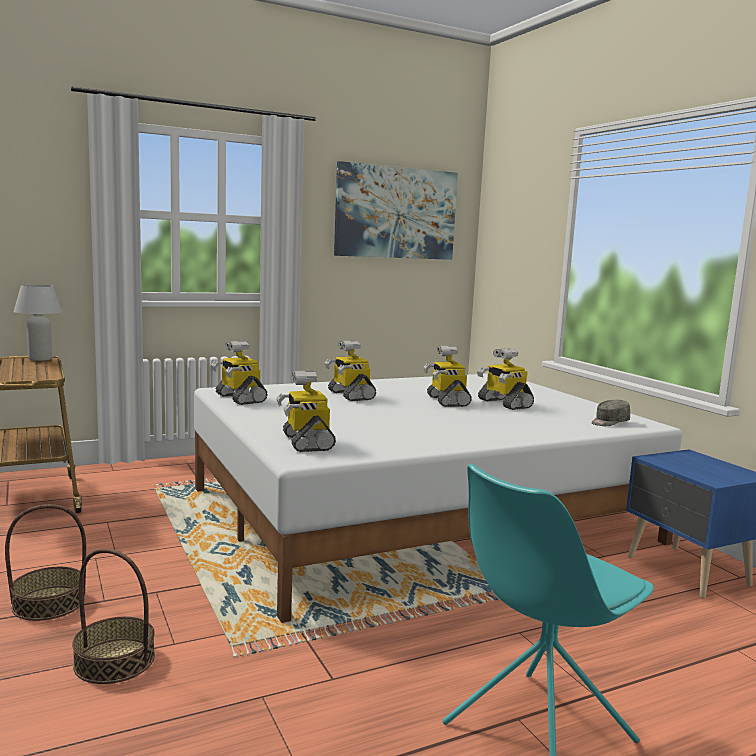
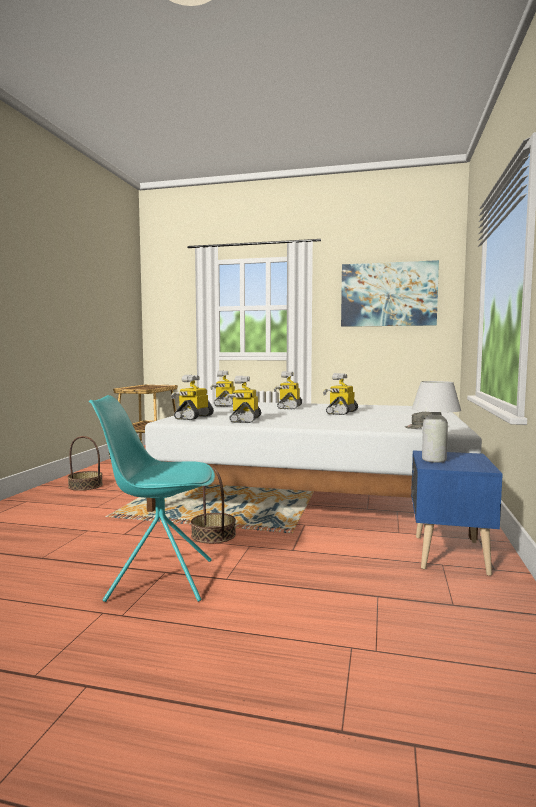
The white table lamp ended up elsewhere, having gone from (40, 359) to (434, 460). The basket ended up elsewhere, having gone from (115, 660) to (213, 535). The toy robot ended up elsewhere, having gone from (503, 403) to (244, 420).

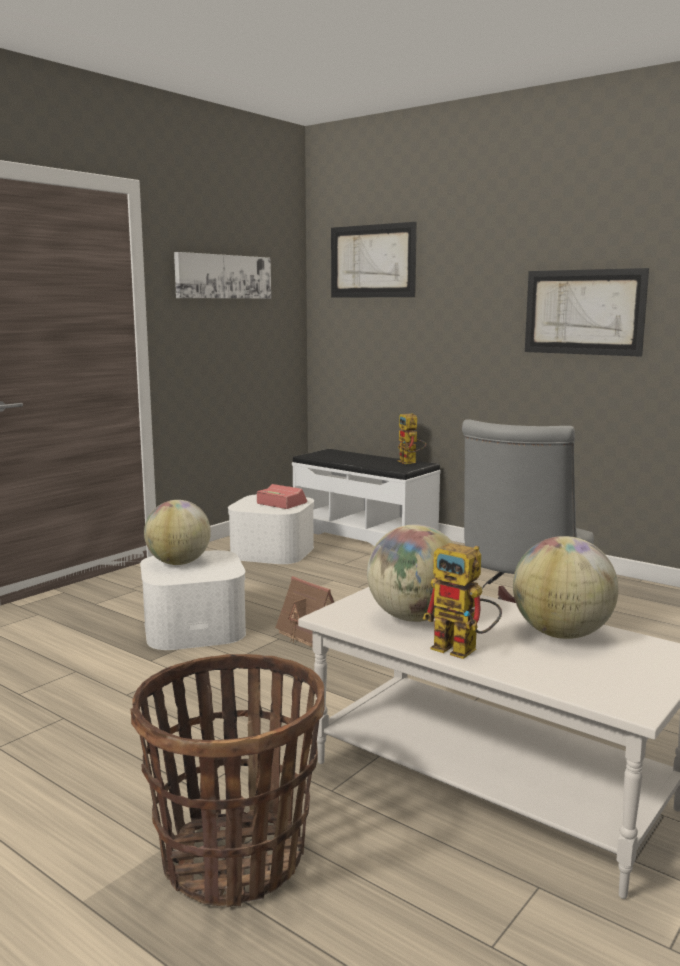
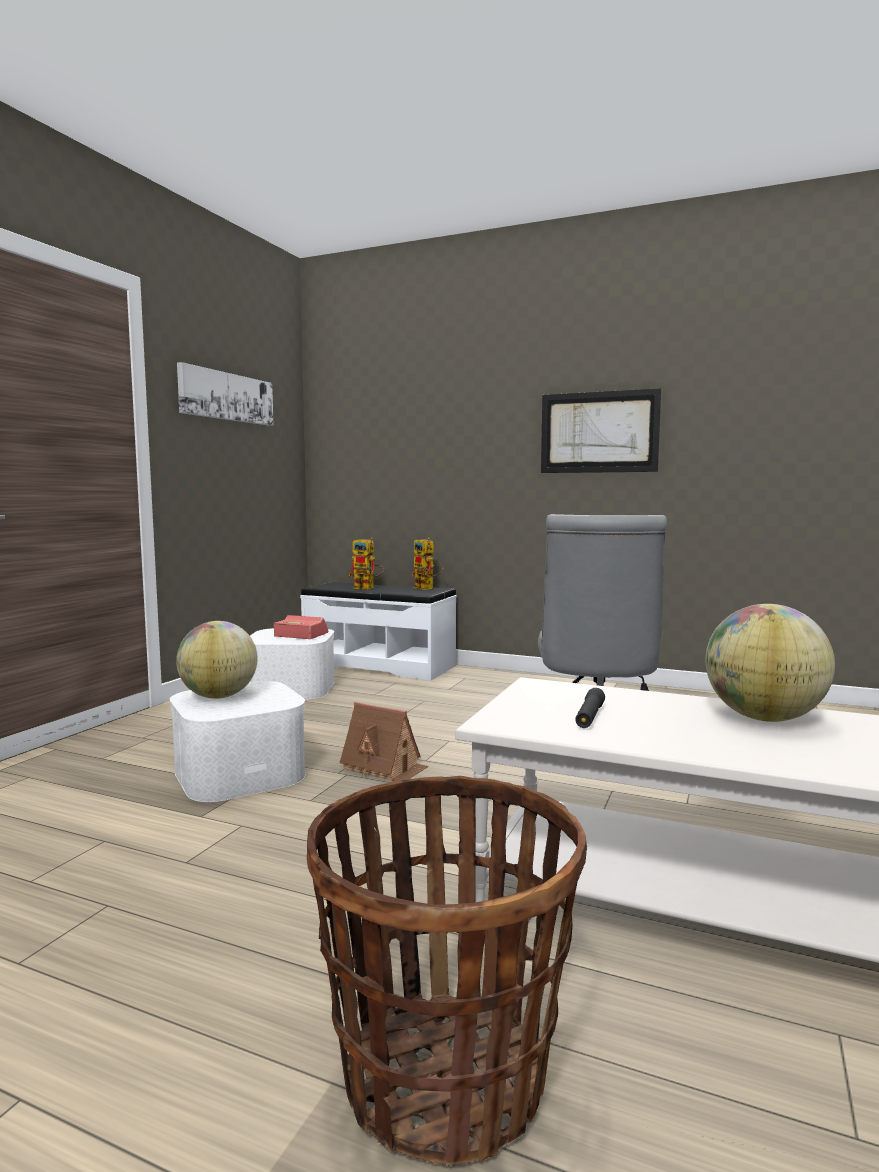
The second view lost the picture at (372, 261). Where the globe stood at (413, 618), the black flashlight came to stand at (589, 717). The toy robot ended up elsewhere, having gone from (464, 650) to (368, 588).

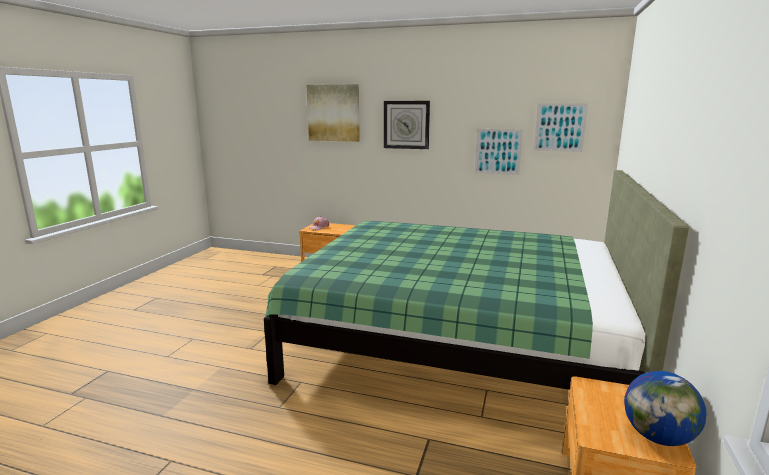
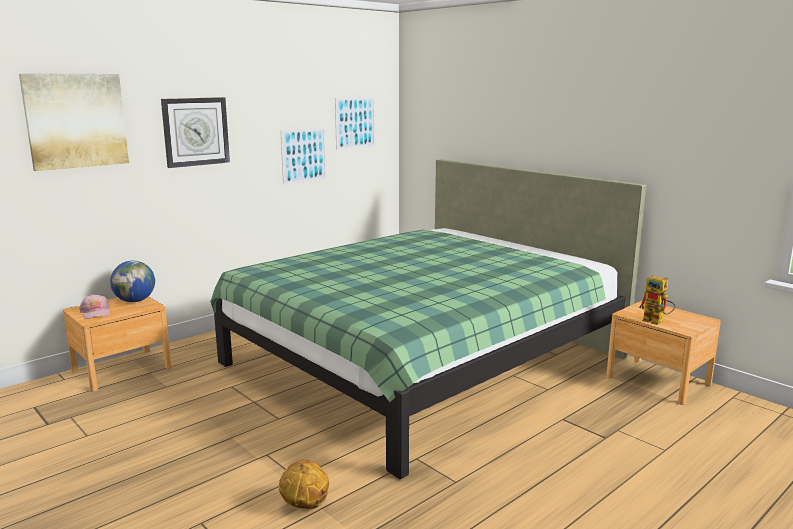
The globe ended up elsewhere, having gone from (658, 437) to (135, 301). The second view gained the basketball at (304, 505). The second view gained the toy robot at (657, 322).

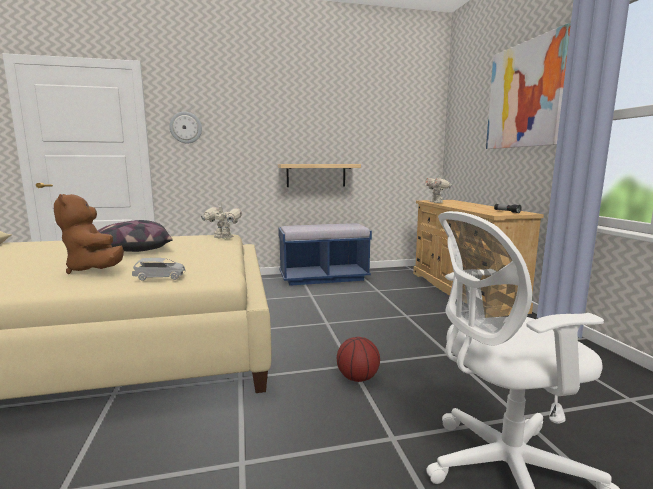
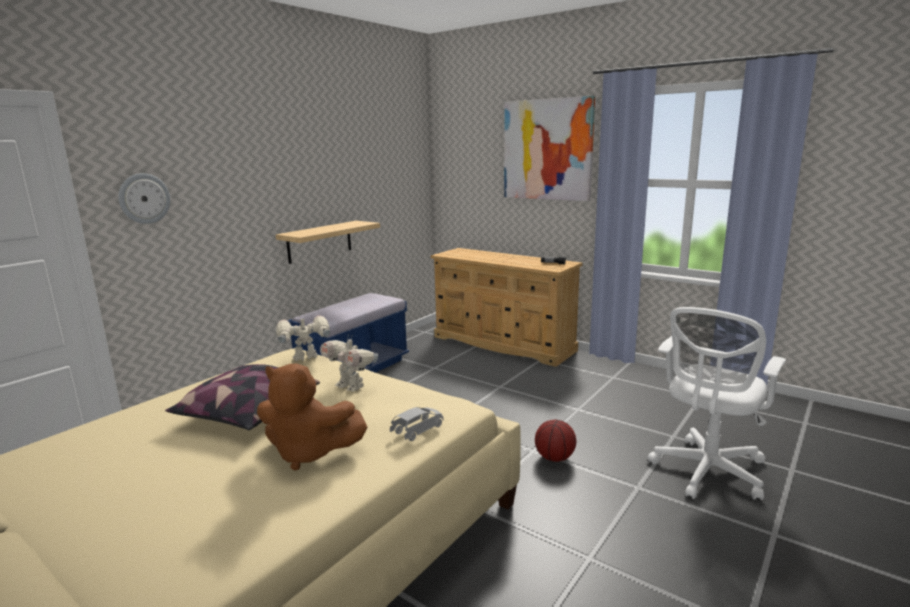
The toy robot ended up elsewhere, having gone from (436, 202) to (351, 386).

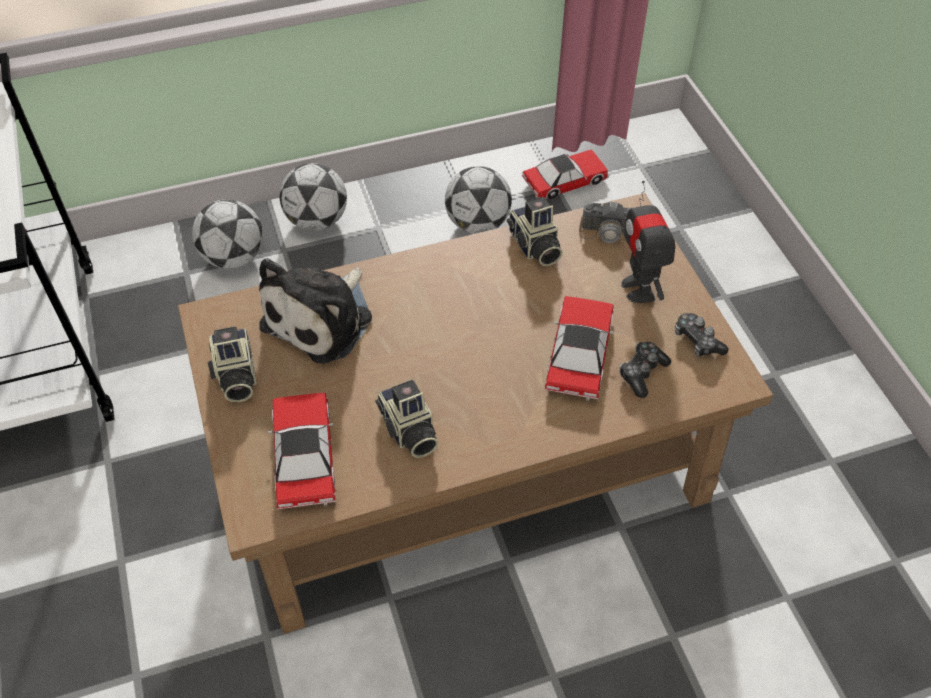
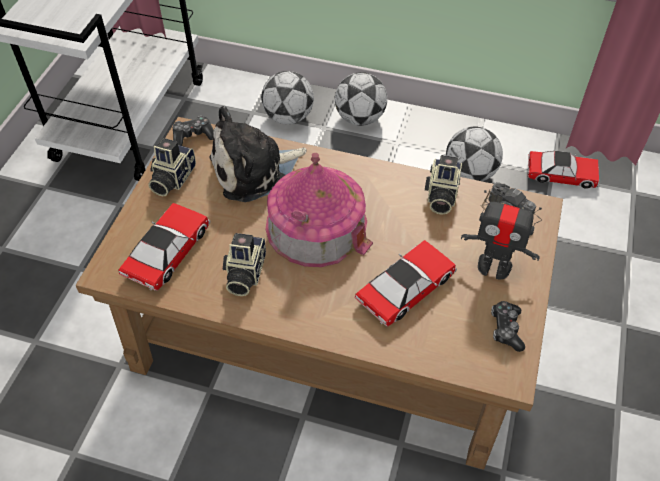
The game controller ended up elsewhere, having gone from (642, 373) to (193, 136). The toy robot at (639, 288) ended up facing another way, 90 degrees counterclockwise from before. The second view gained the toy house at (316, 225).

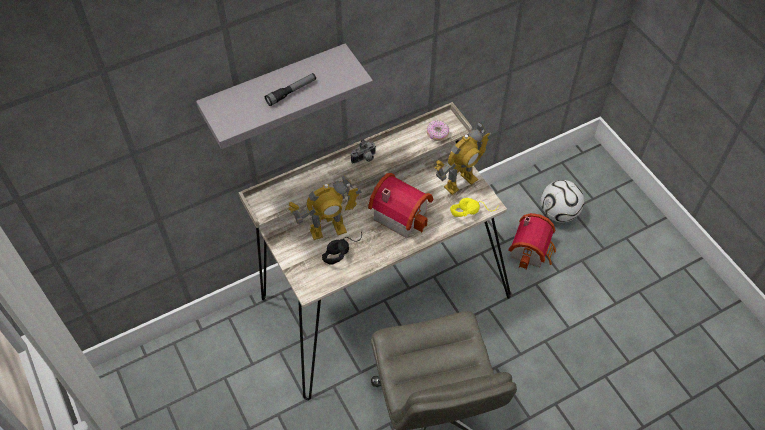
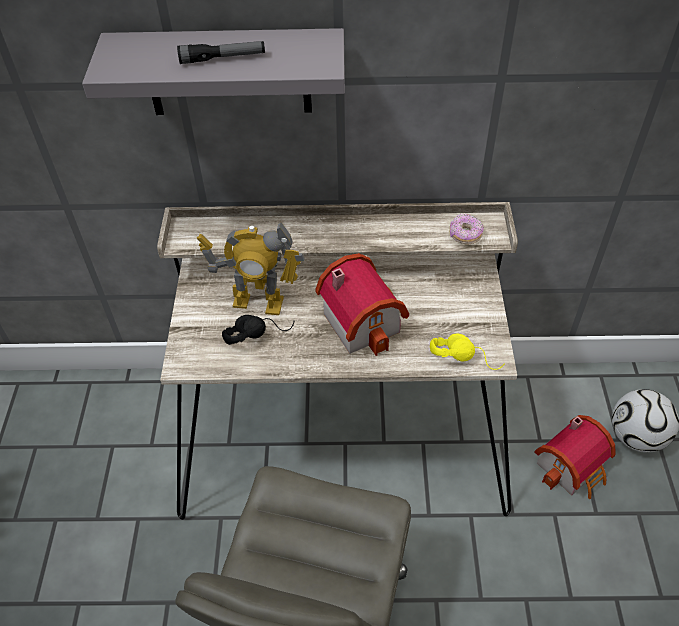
The second view lost the photo camera at (364, 159). The second view lost the toy robot at (460, 182).

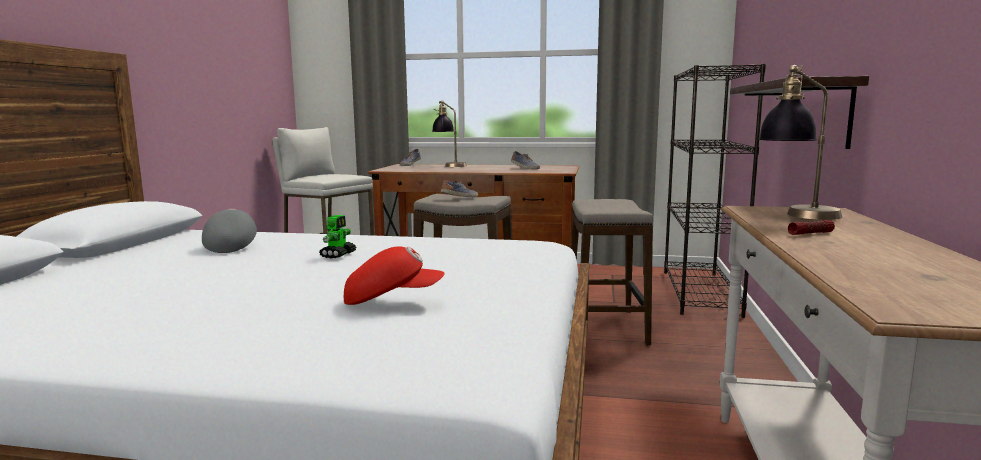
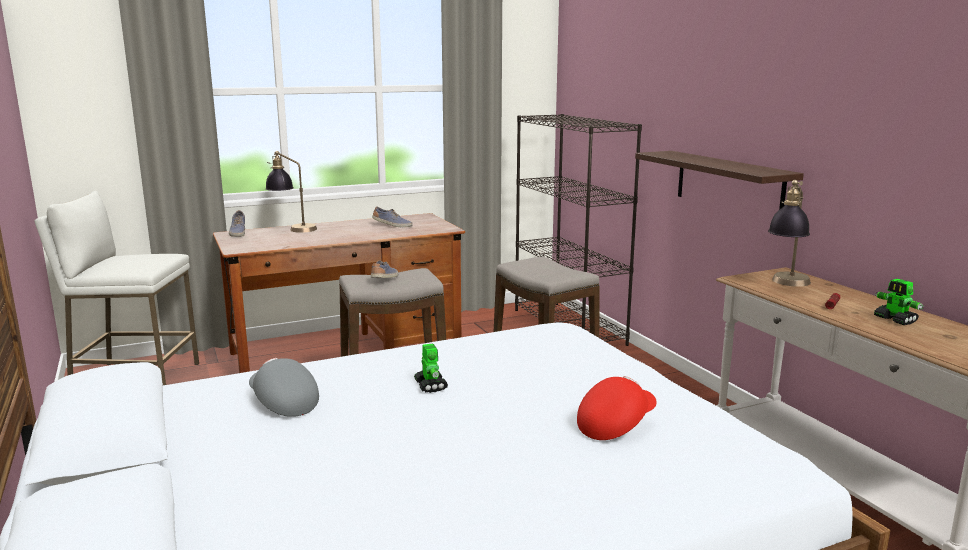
The second view gained the toy robot at (895, 320).

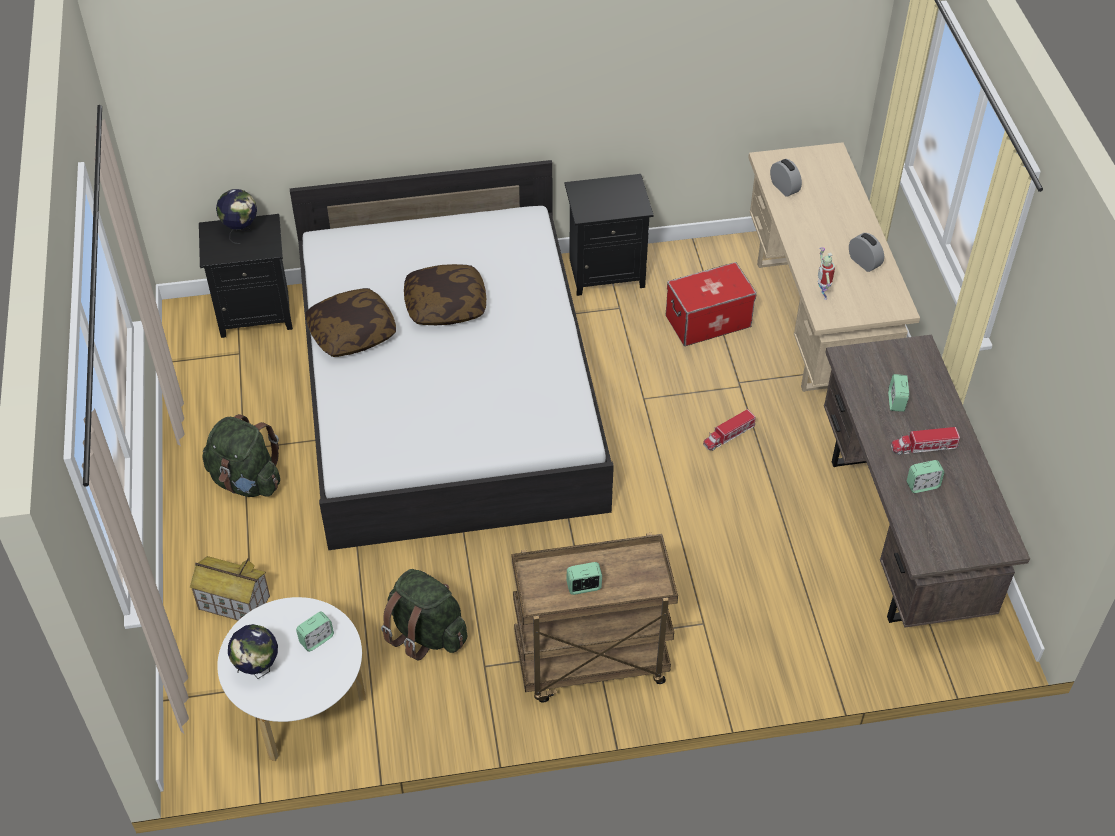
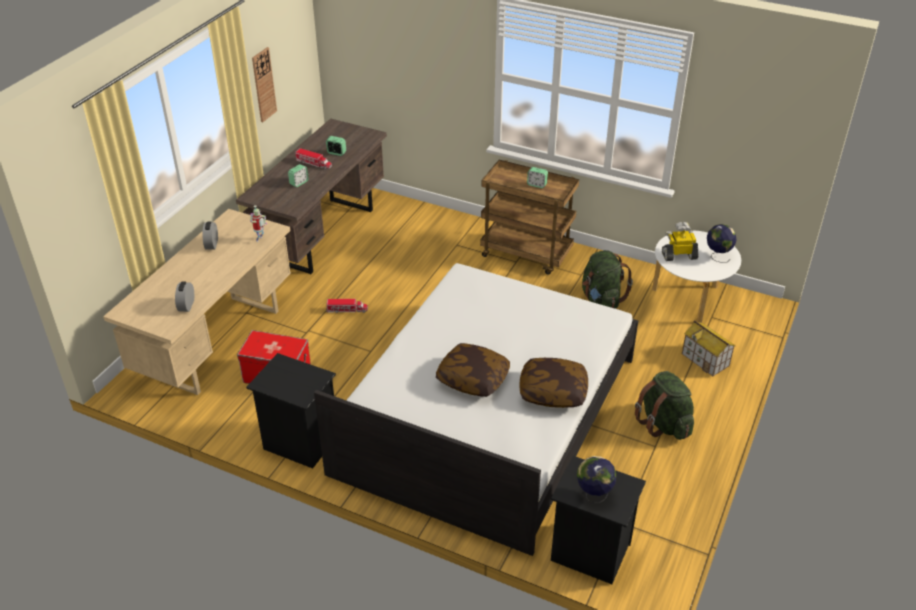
Where the alarm clock stood at (316, 639), the toy robot came to stand at (679, 255). The second view gained the wall clock at (264, 85).

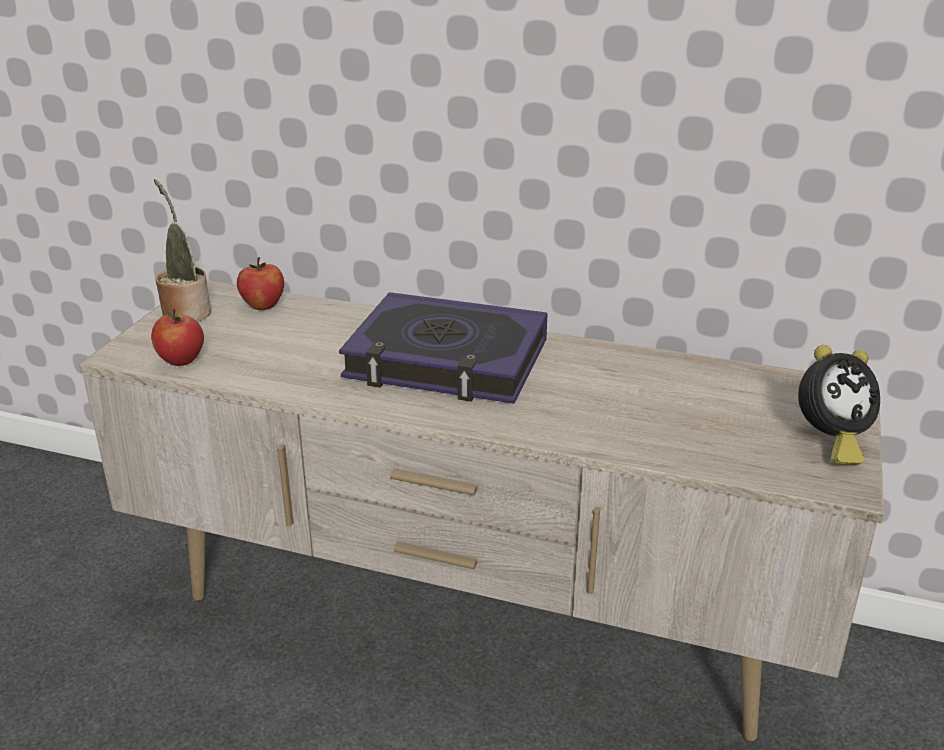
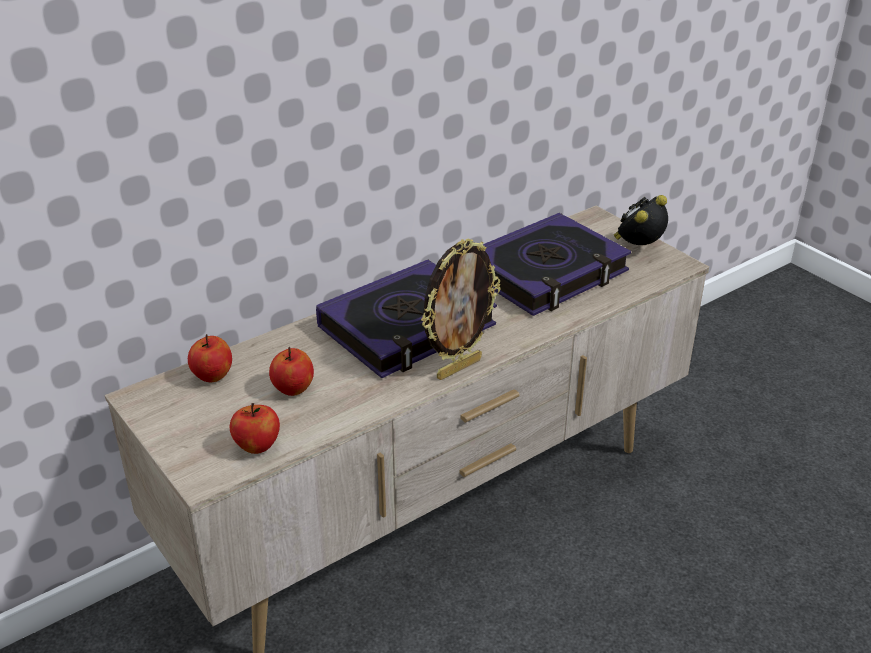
The second view lost the potted plant at (185, 312). The alarm clock at (829, 442) ended up facing another way, 150 degrees counterclockwise from before. The second view gained the apple at (293, 389). The second view gained the picture frame at (458, 368). The second view gained the book at (547, 273).

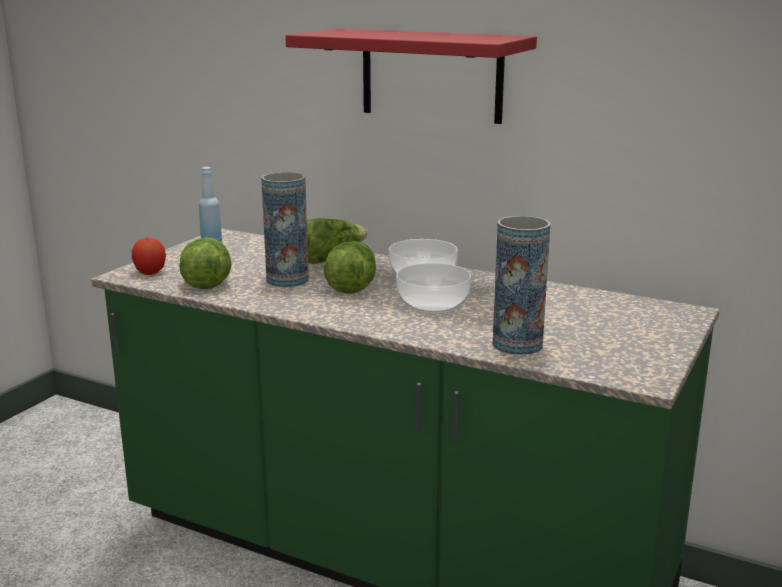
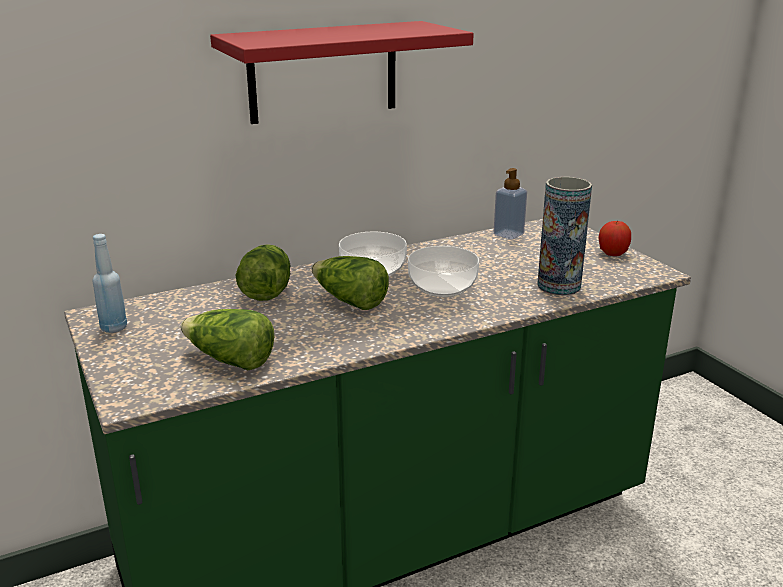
The apple ended up elsewhere, having gone from (150, 272) to (613, 253). The second view lost the vase at (287, 280). The second view gained the soap dispenser at (508, 234).

